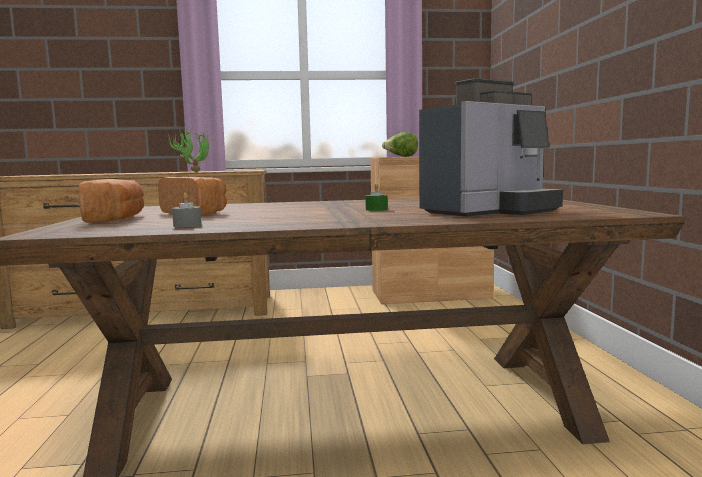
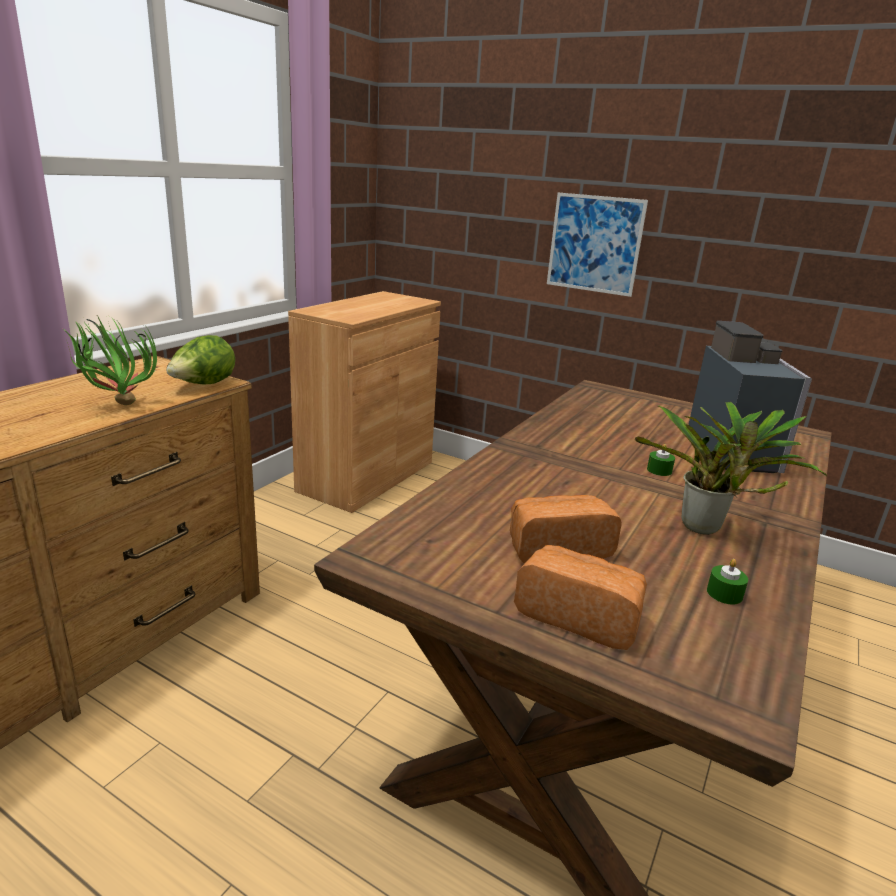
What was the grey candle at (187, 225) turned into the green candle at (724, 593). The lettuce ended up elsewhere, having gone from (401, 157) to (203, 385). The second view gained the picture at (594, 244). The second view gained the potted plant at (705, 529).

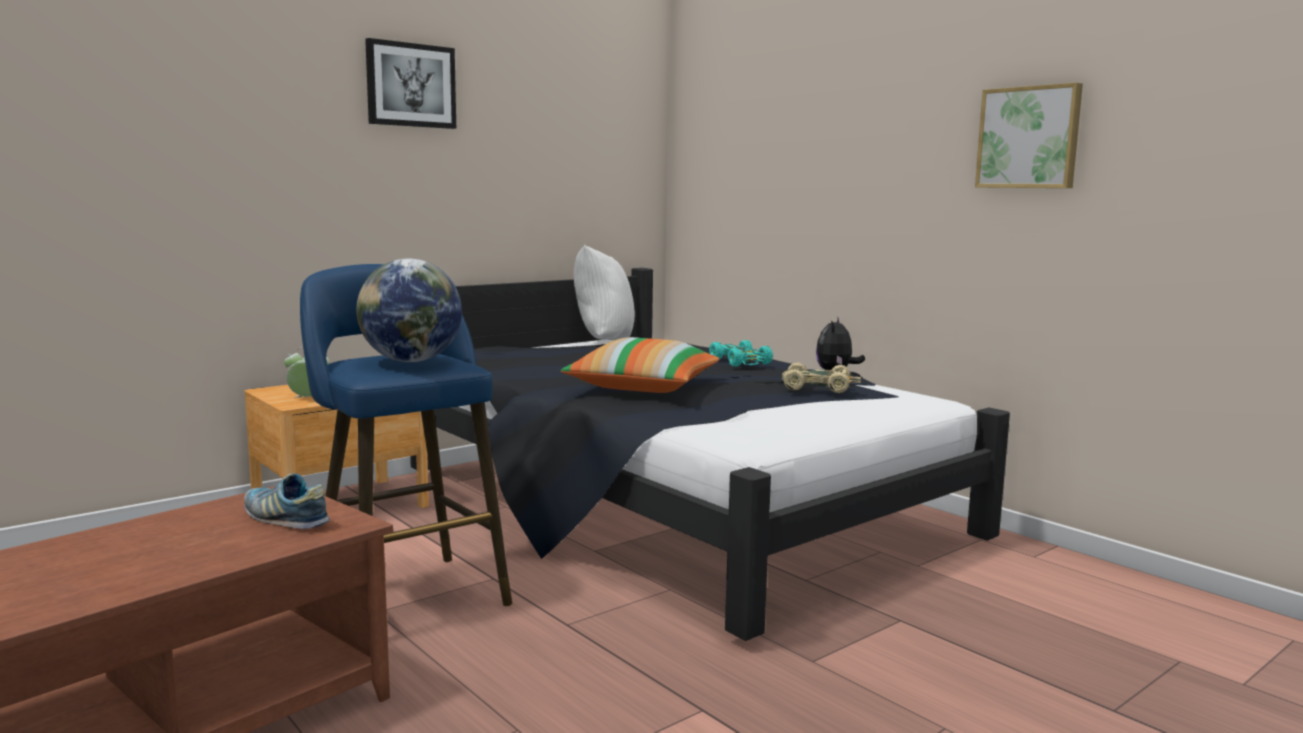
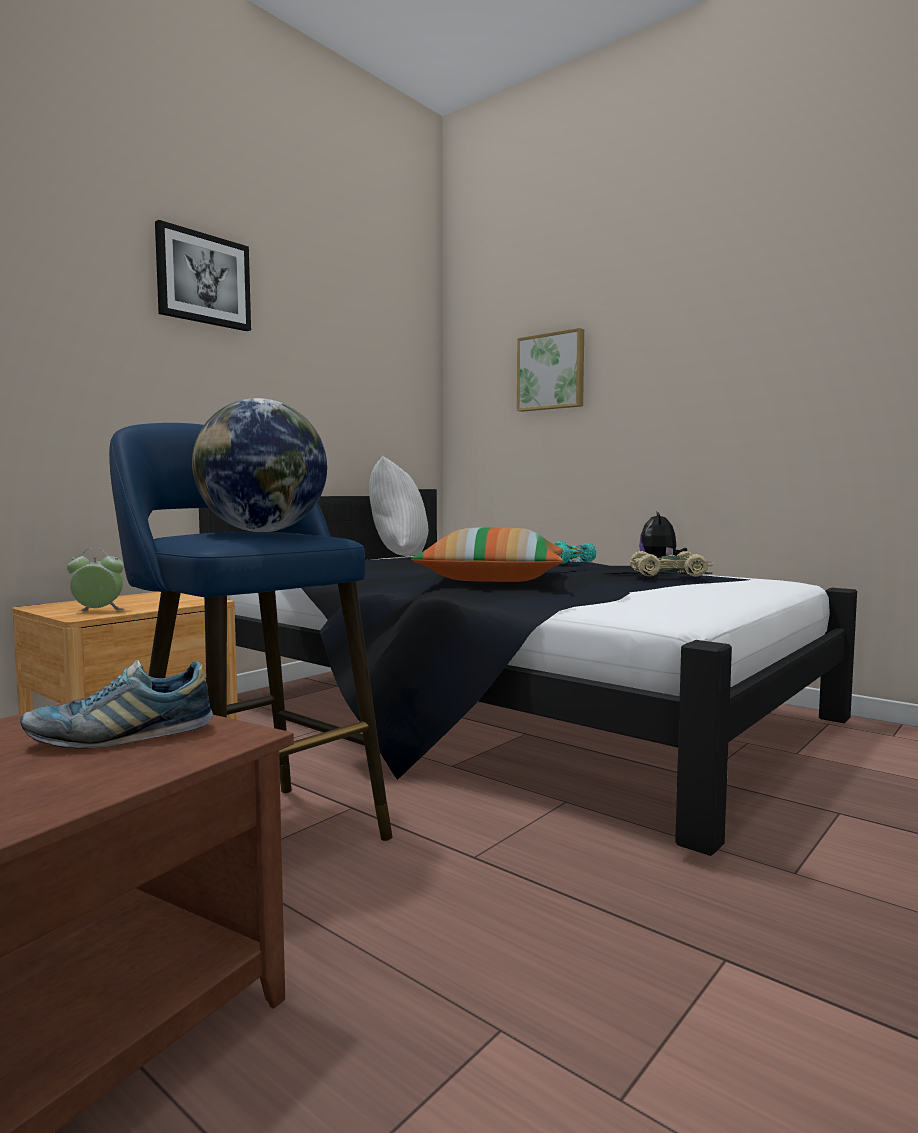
The shoe at (285, 519) ended up facing another way, 45 degrees counterclockwise from before. The picture ended up elsewhere, having gone from (1029, 138) to (551, 372).

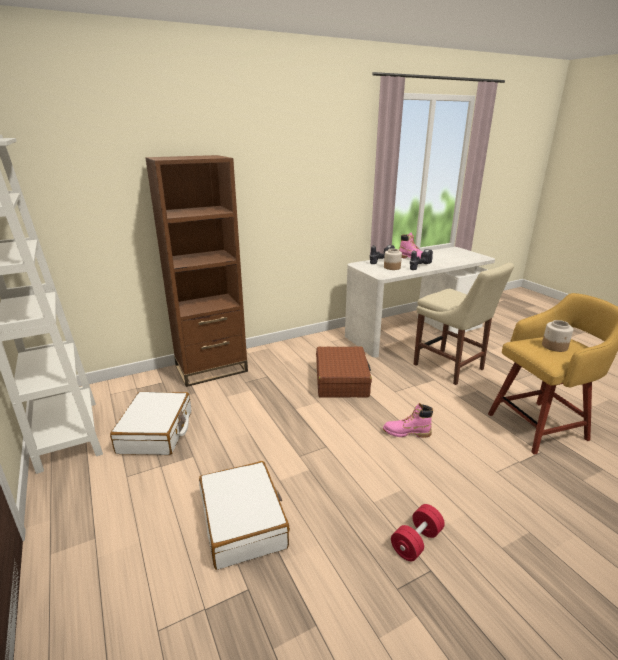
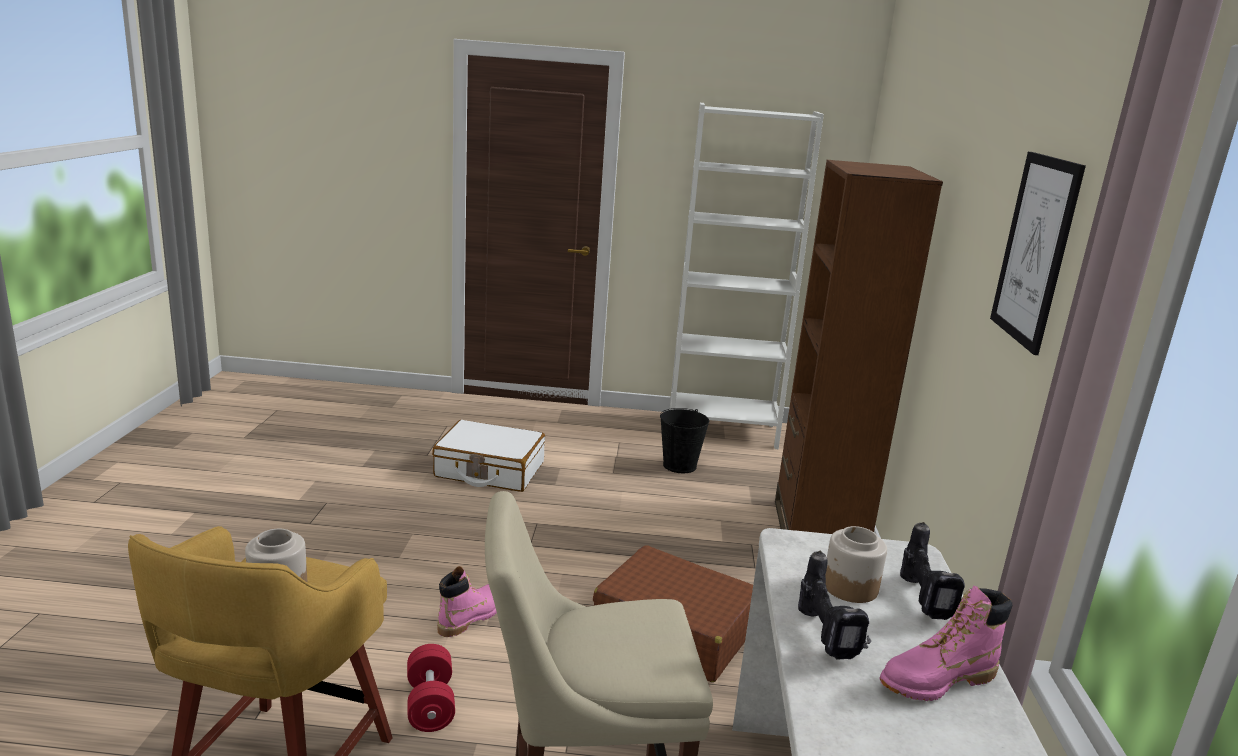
Where the white suitcase stood at (156, 432), the black bucket came to stand at (680, 465). The red dumbbell ended up elsewhere, having gone from (416, 541) to (430, 704). The second view gained the picture at (1035, 250).

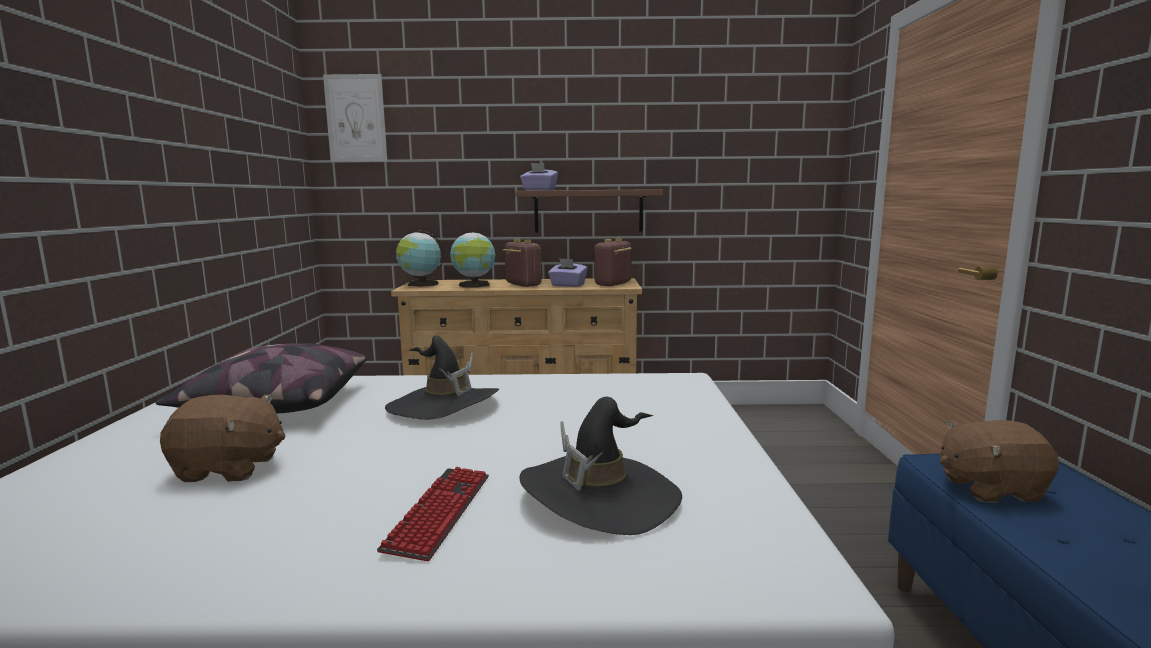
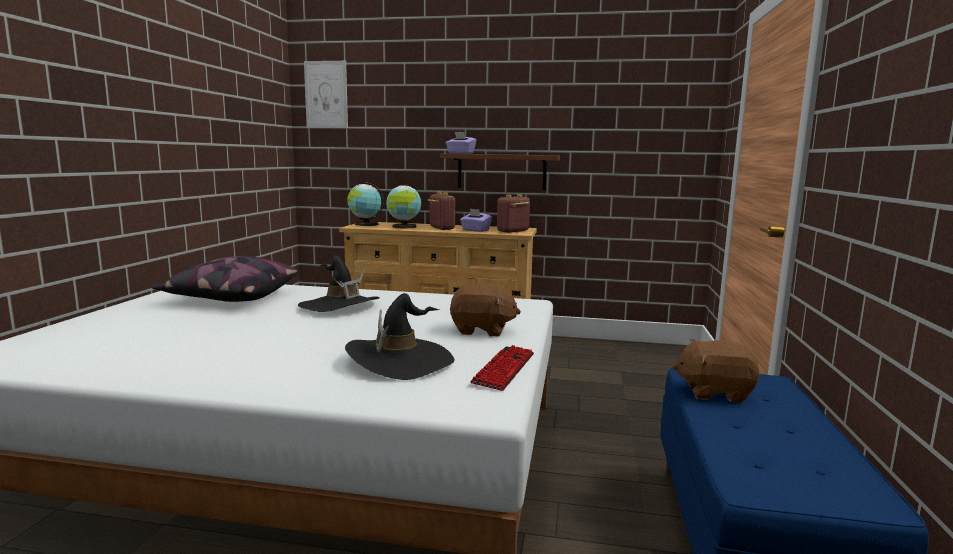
The brown plush toy ended up elsewhere, having gone from (229, 469) to (482, 330). The keyboard ended up elsewhere, having gone from (440, 512) to (504, 369).

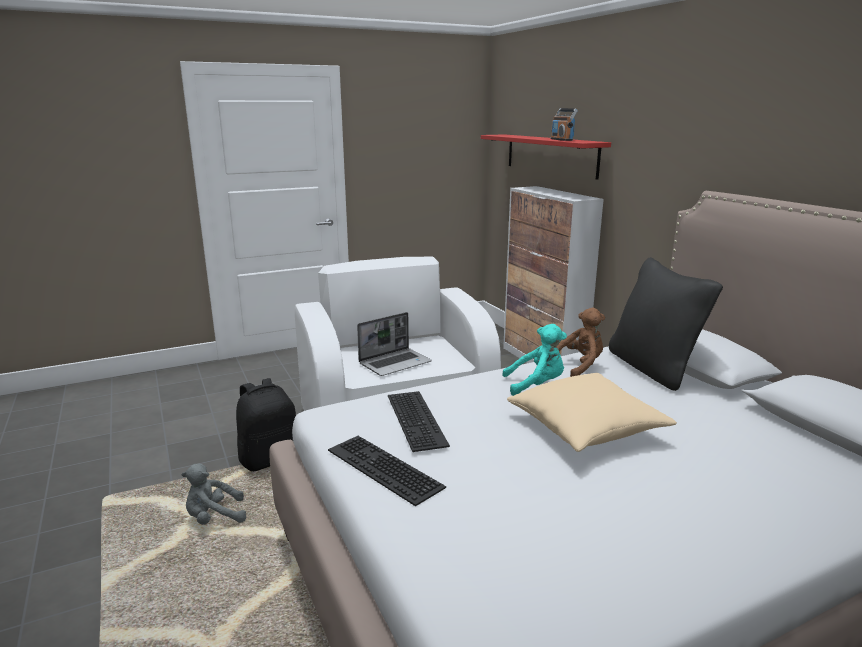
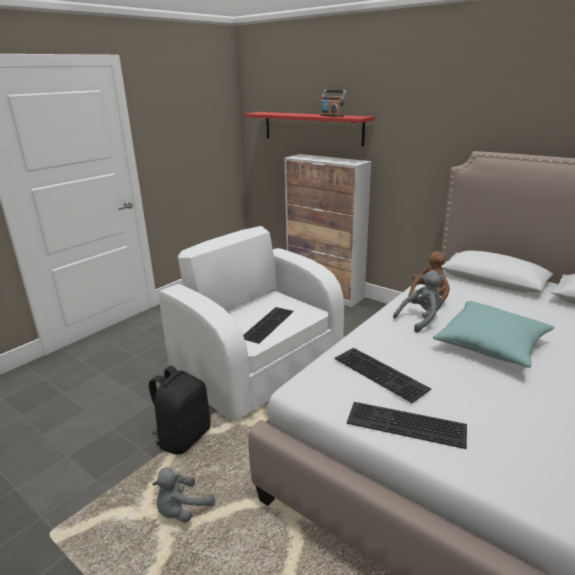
Where the laptop stood at (395, 363), the keyboard came to stand at (267, 323). What was the turquoise plush toy at (536, 385) turned into the grey plush toy at (421, 319). What was the beige pillow at (586, 428) turned into the turquoise pillow at (491, 345). The second view lost the black pillow at (653, 368).

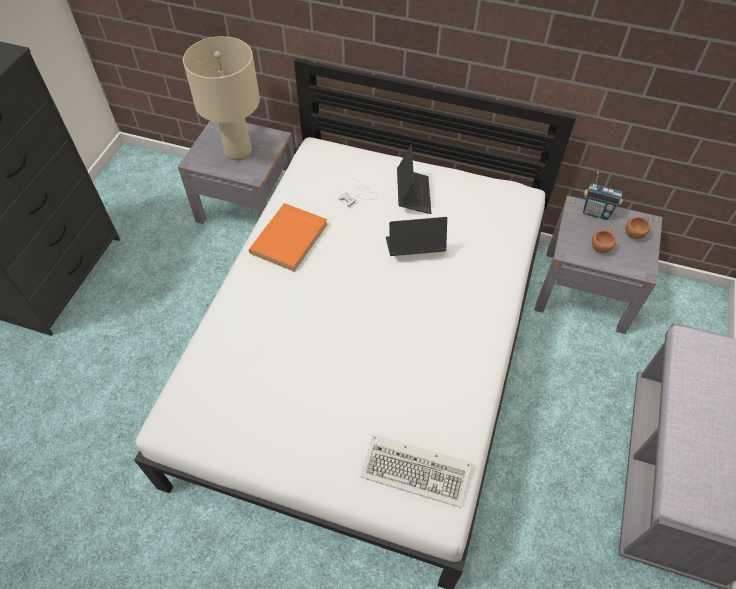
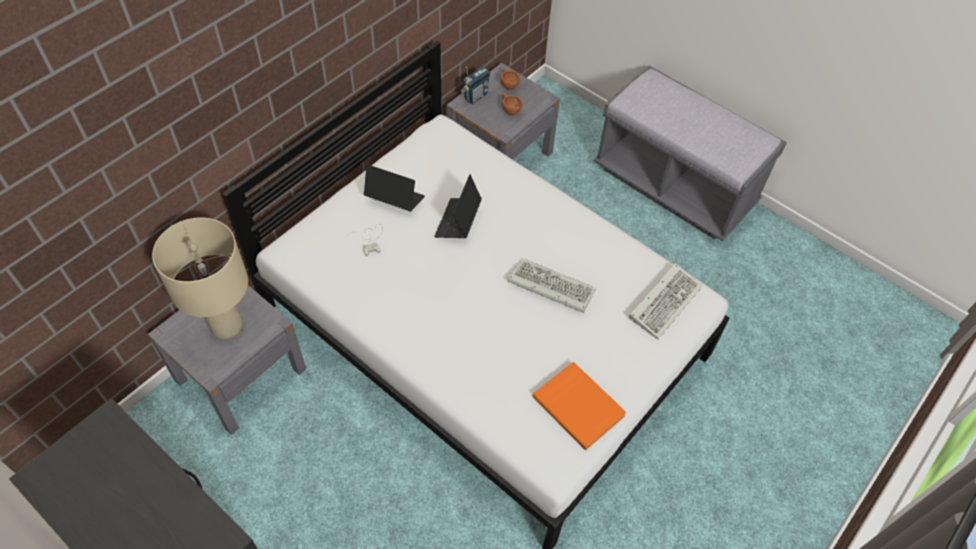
The orange book ended up elsewhere, having gone from (290, 239) to (579, 405). The second view gained the keyboard at (549, 287).

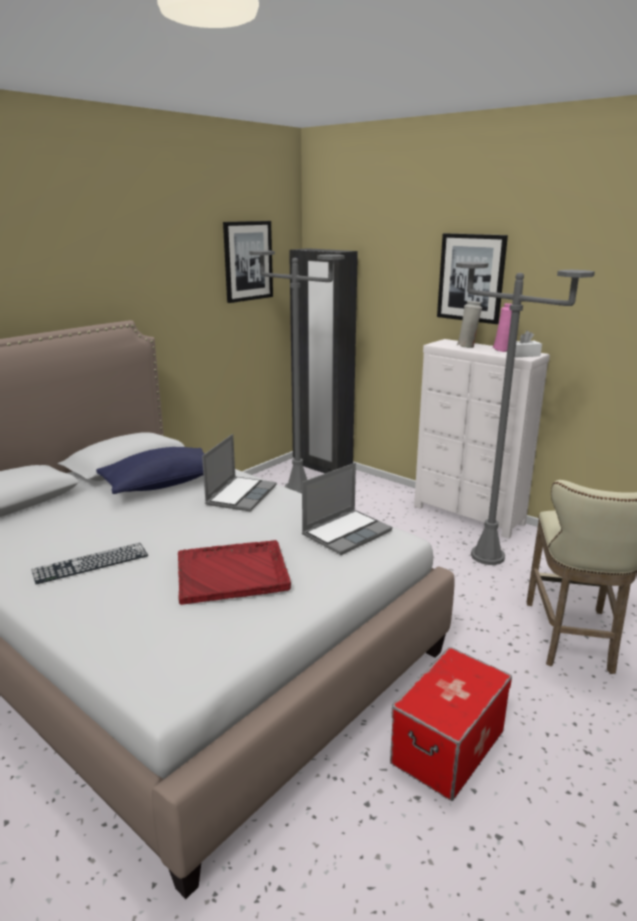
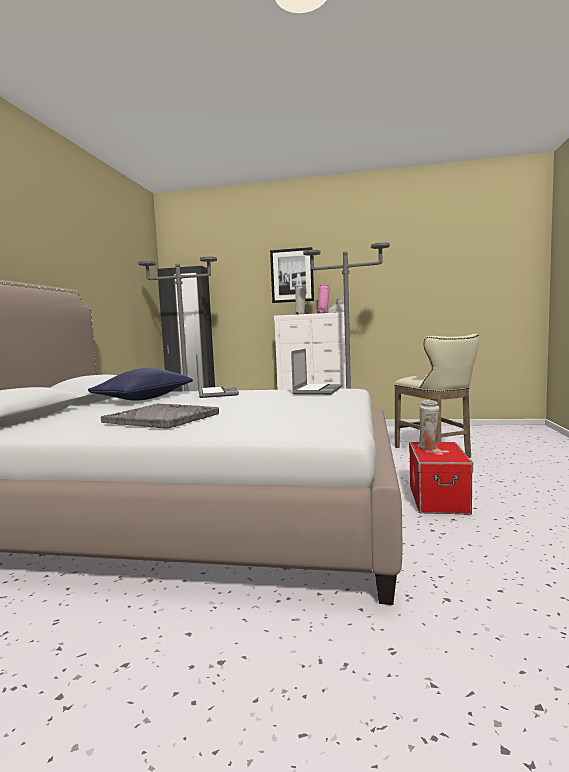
Where the keyboard stood at (91, 563), the grey tray came to stand at (162, 418). The second view lost the red tray at (233, 573). The second view lost the picture at (248, 261). The second view gained the white vase at (428, 448).

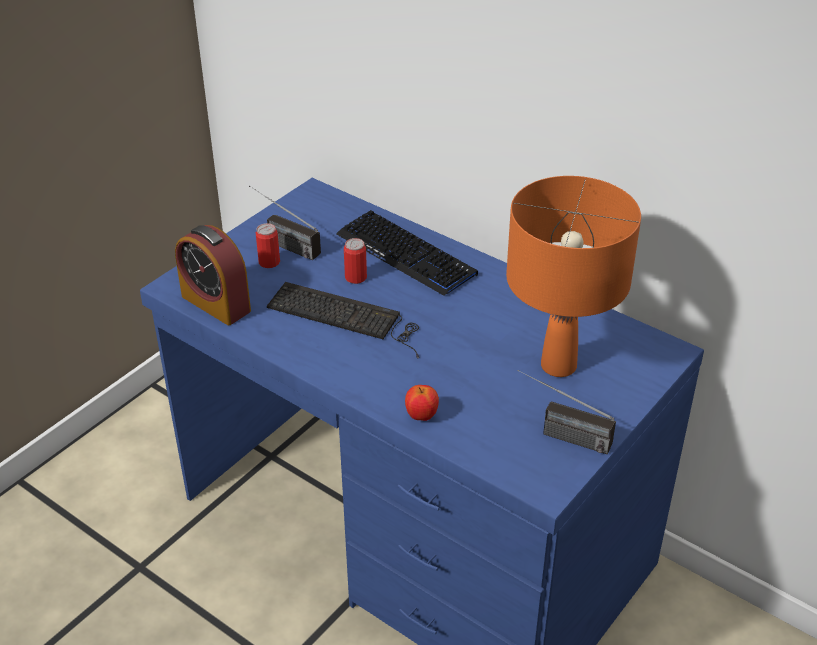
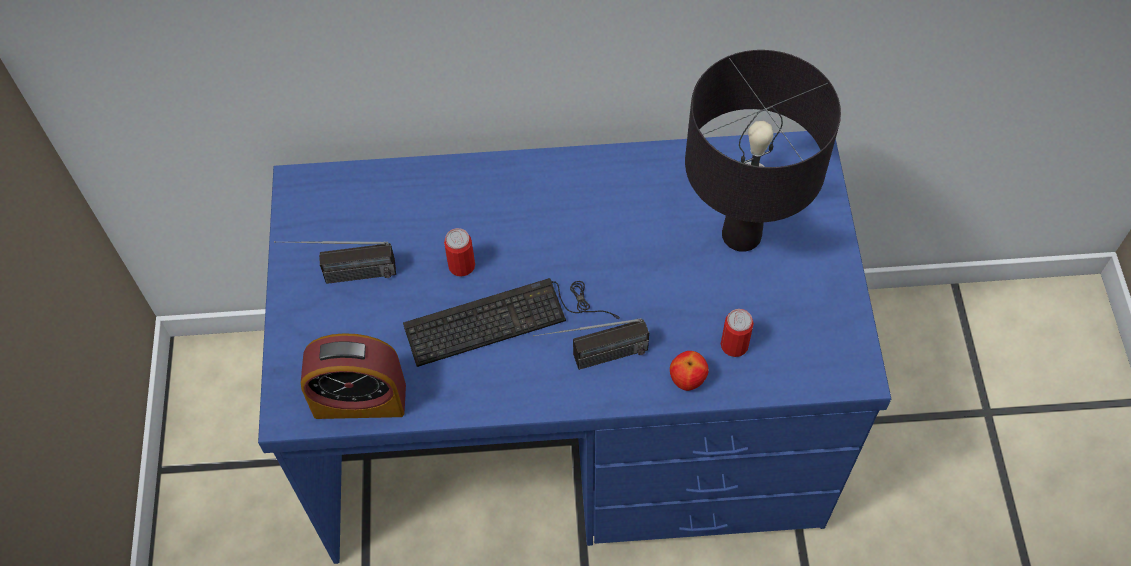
The can ended up elsewhere, having gone from (269, 262) to (734, 345). The second view lost the keyboard at (406, 254). What was the orange table lamp at (559, 366) turned into the black table lamp at (742, 235). The radio ended up elsewhere, having gone from (559, 434) to (592, 359).

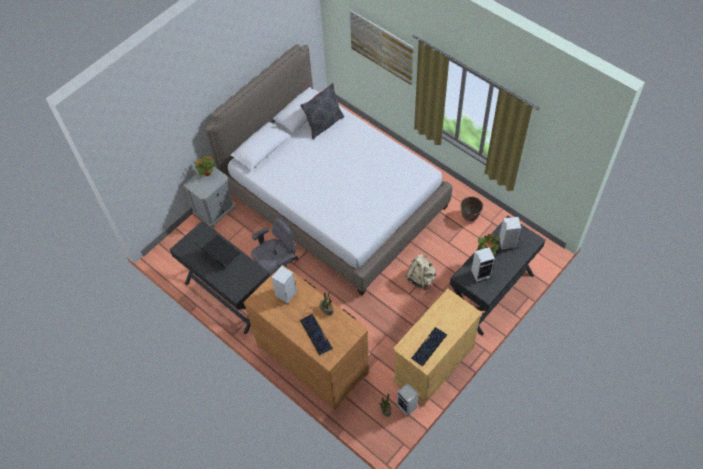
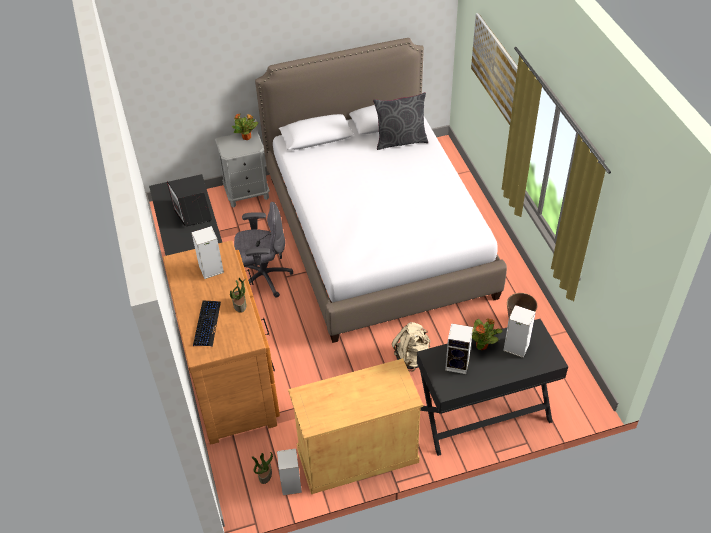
The second view lost the keyboard at (429, 347).

